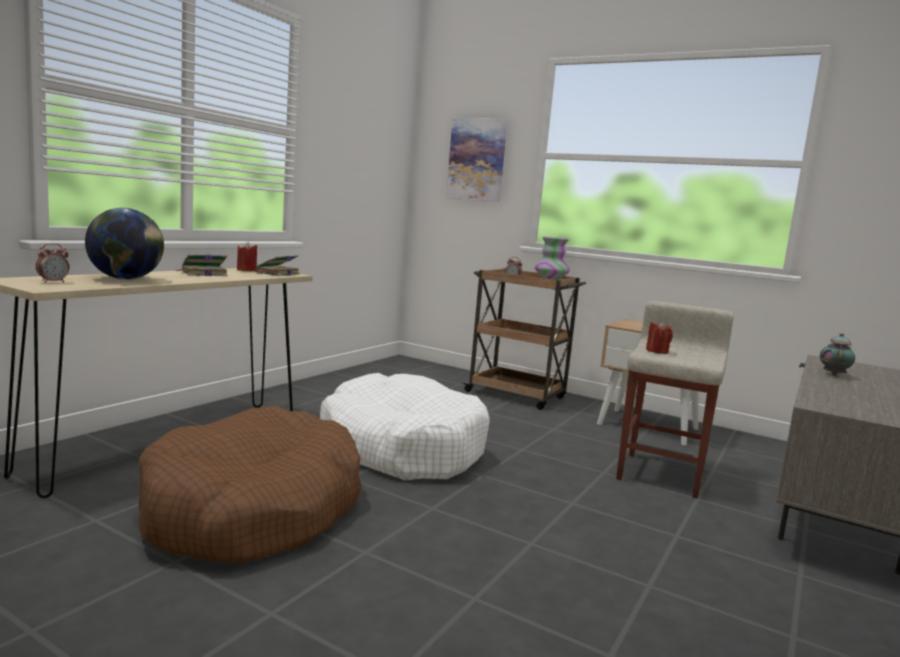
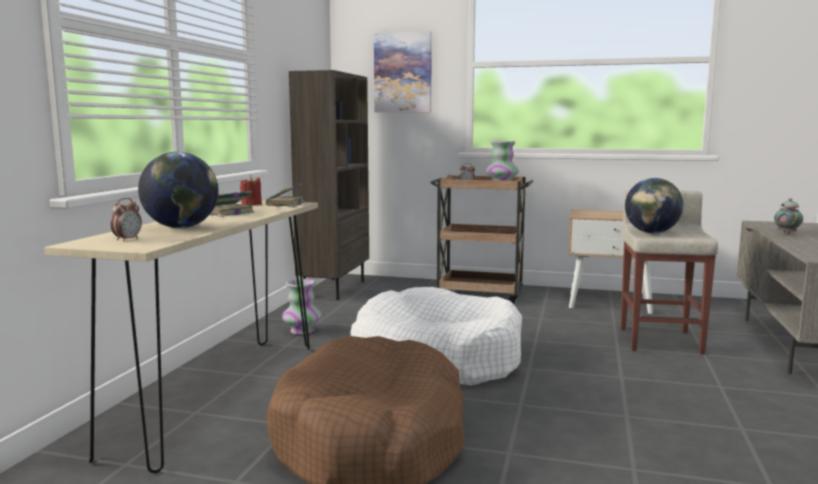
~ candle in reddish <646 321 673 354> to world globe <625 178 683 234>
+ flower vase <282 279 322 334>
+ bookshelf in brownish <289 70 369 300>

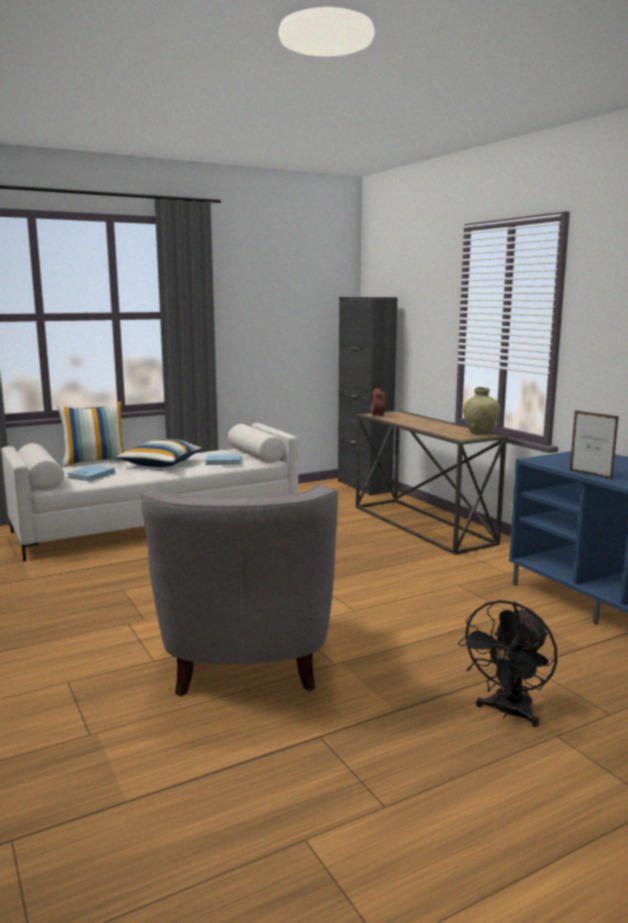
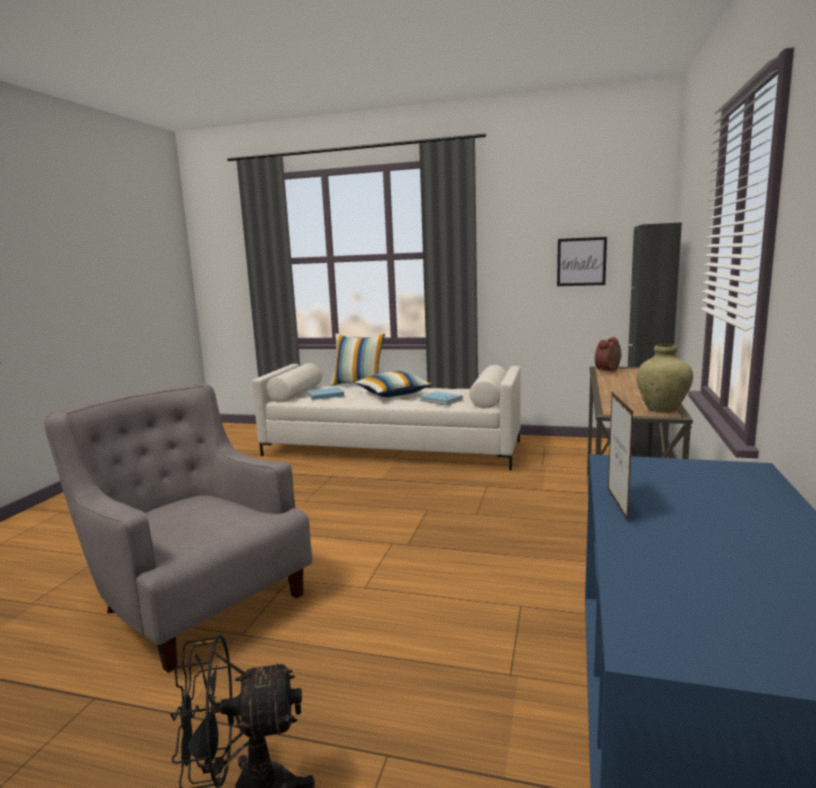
~ easy chair in greyish <141 484 338 696> = <44 383 312 673> 90 degrees clockwise
+ wall art <557 237 607 286>

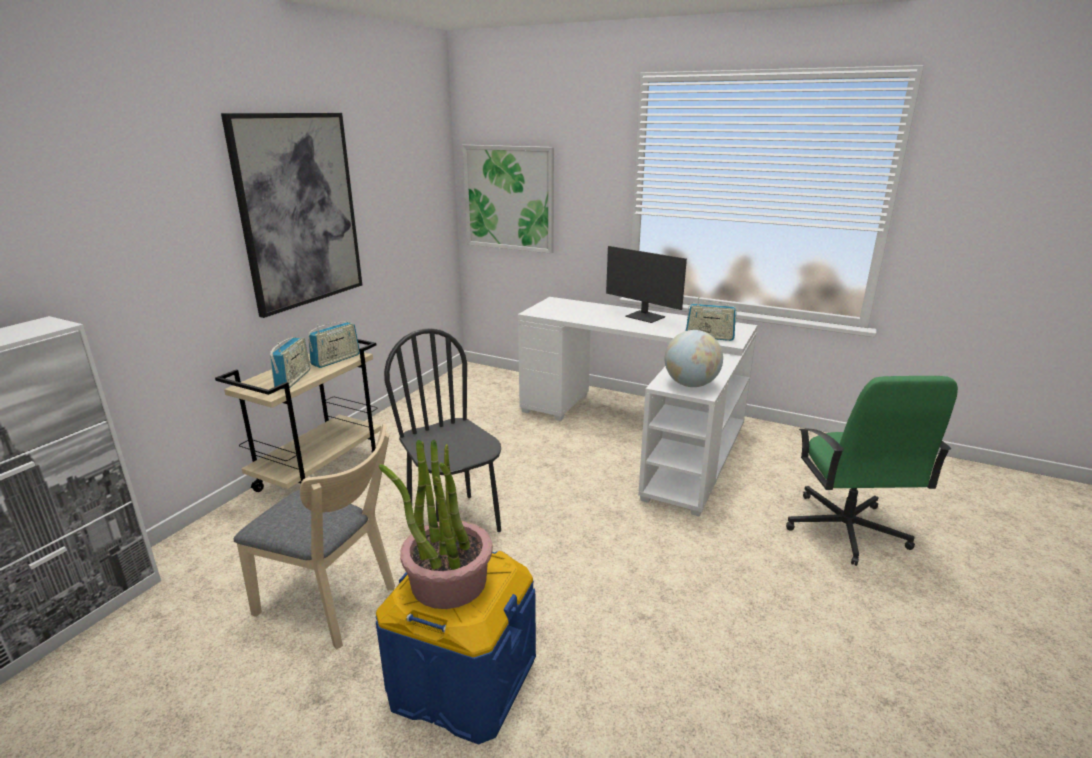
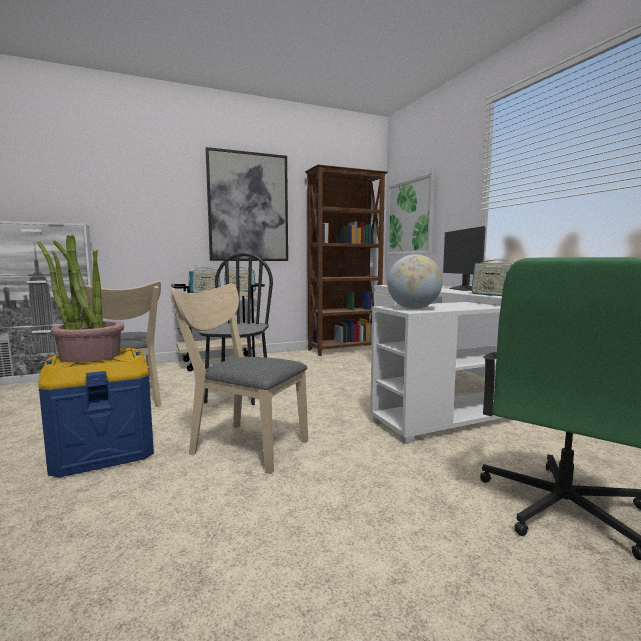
+ upright chair in beige <170 283 308 474>
+ bookshelf in brownish <305 164 388 356>

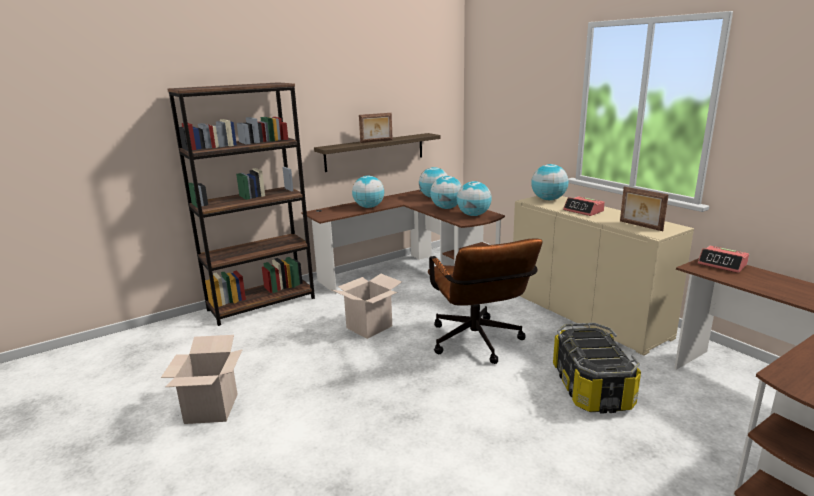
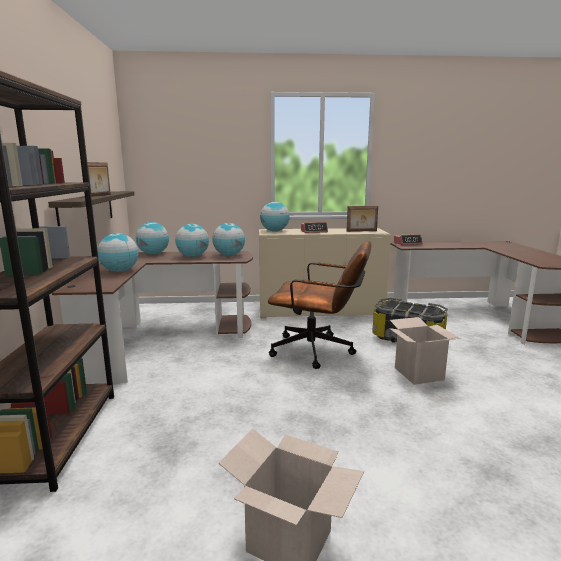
~ packing box <332 274 402 339> to <389 317 461 385>

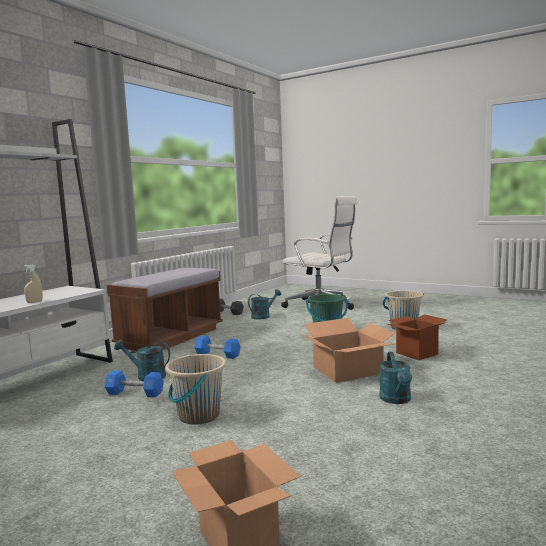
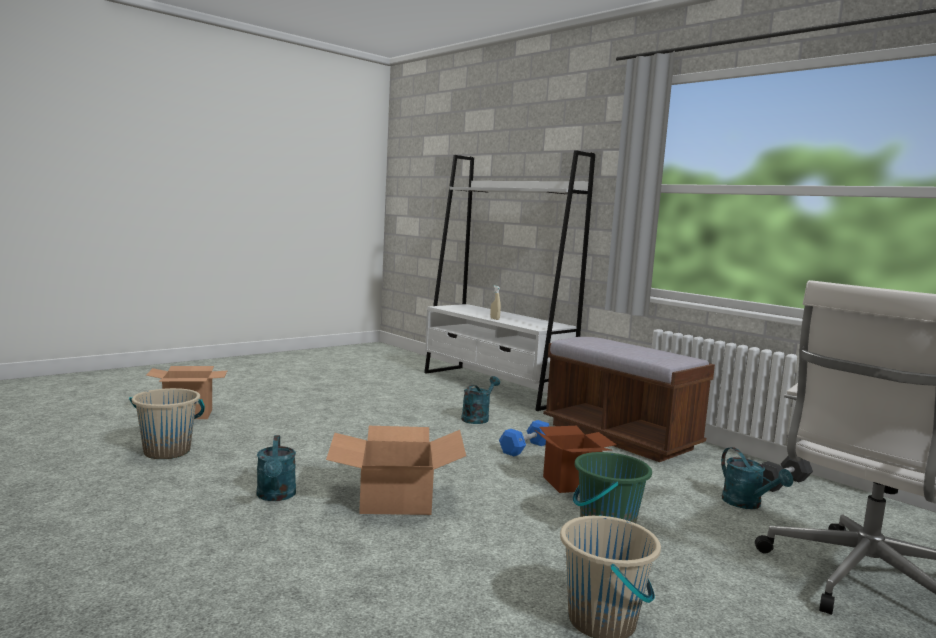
- dumbbell in blue <104 370 164 397>
~ water bucket in beige <165 354 226 425> to <129 388 205 459>
~ sprinkling can in turquoise-coloured <379 352 412 404> = <257 435 296 501> 120 degrees counterclockwise
~ packing box <387 314 447 360> to <535 426 617 493>

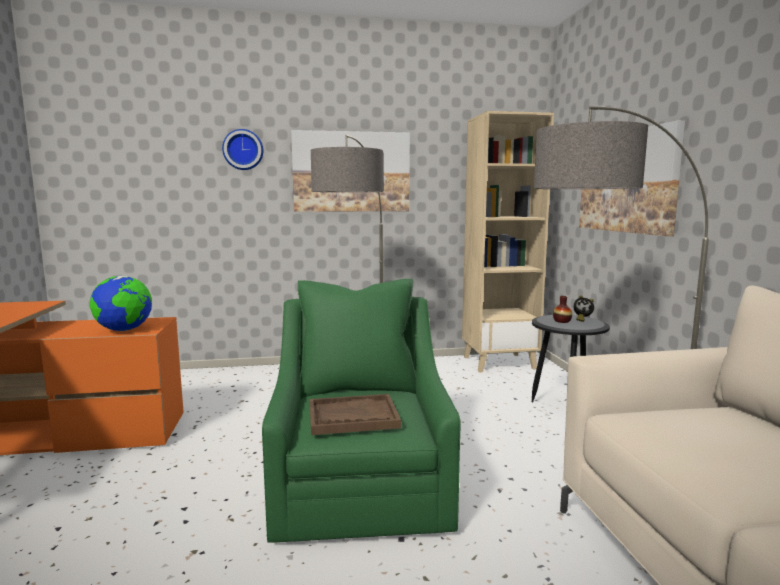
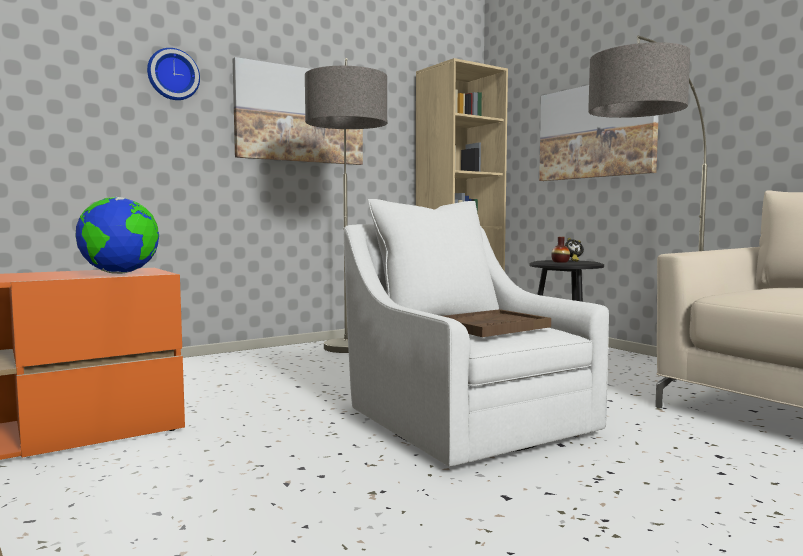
~ easy chair in green-coloured <262 279 460 543> to easy chair in whitish <343 199 609 467>

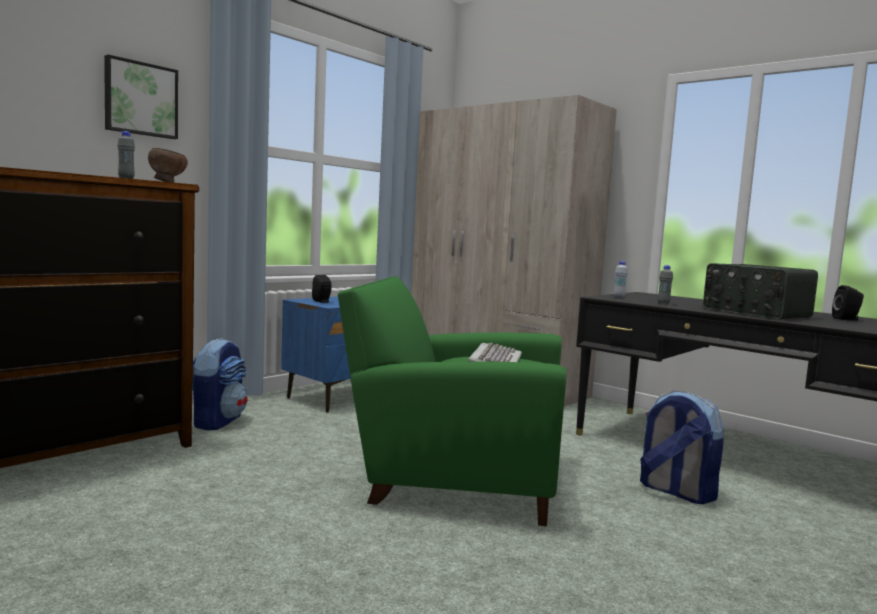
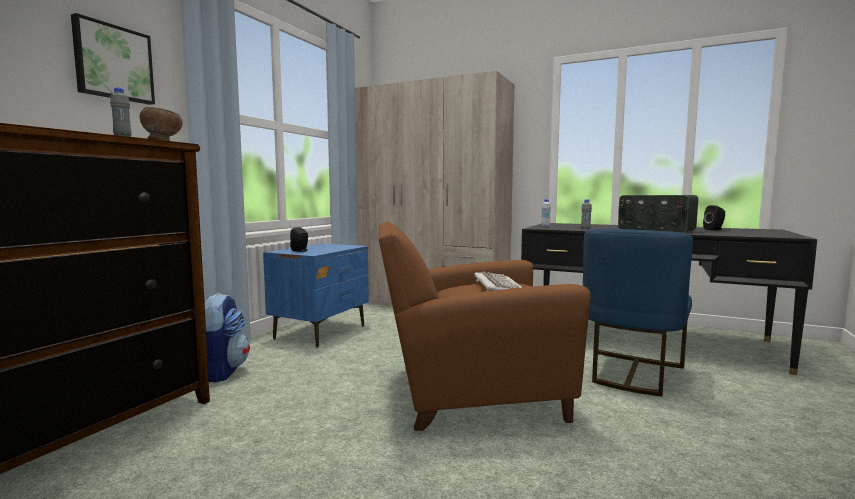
~ easy chair in green-coloured <338 276 566 526> to easy chair in brownish <379 222 591 431>
~ knapsack <640 391 723 504> to upright chair in blue <583 229 693 397>

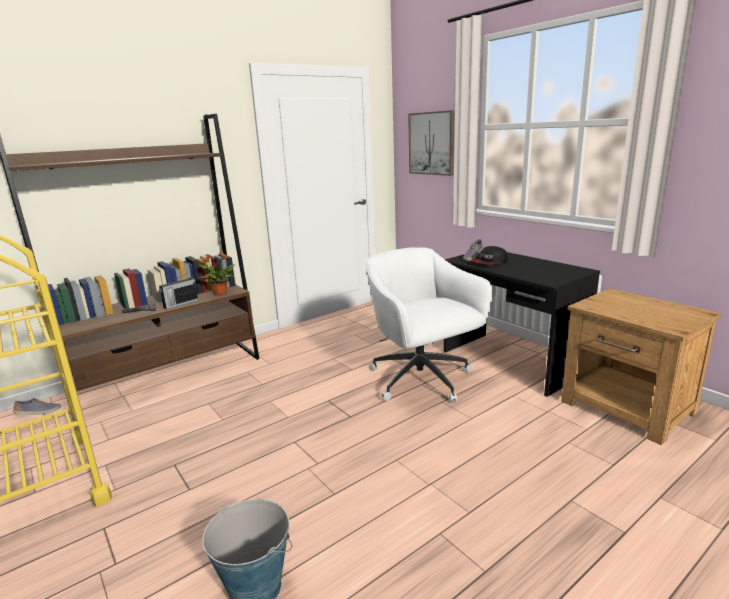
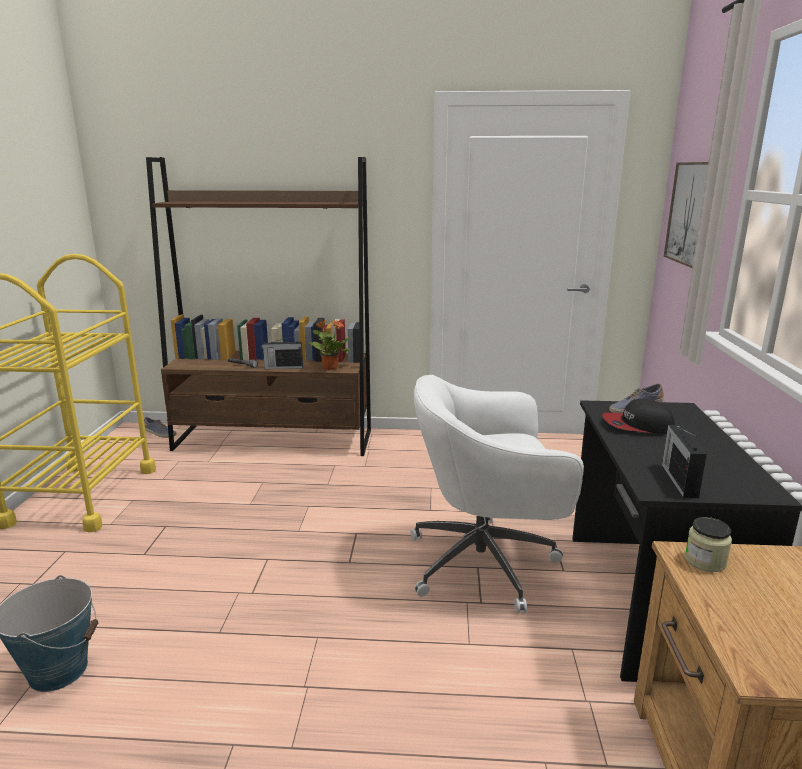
~ computer chair in whitish <365 247 492 402> = <410 375 584 613> 105 degrees counterclockwise
+ radio receiver <662 425 707 498>
+ storage jar <685 517 732 572>

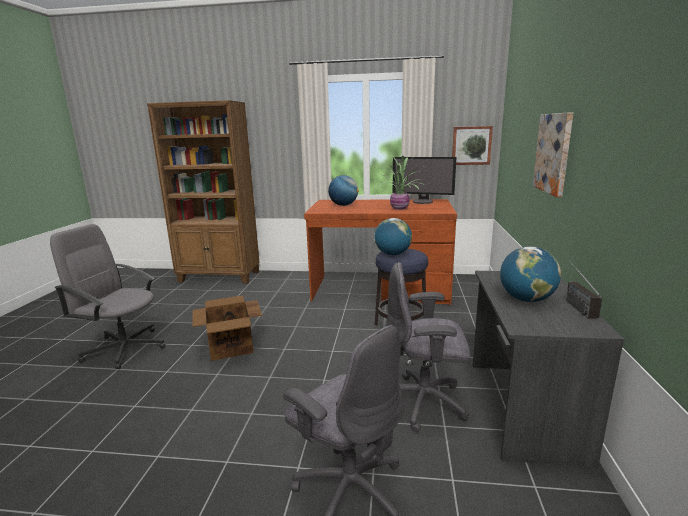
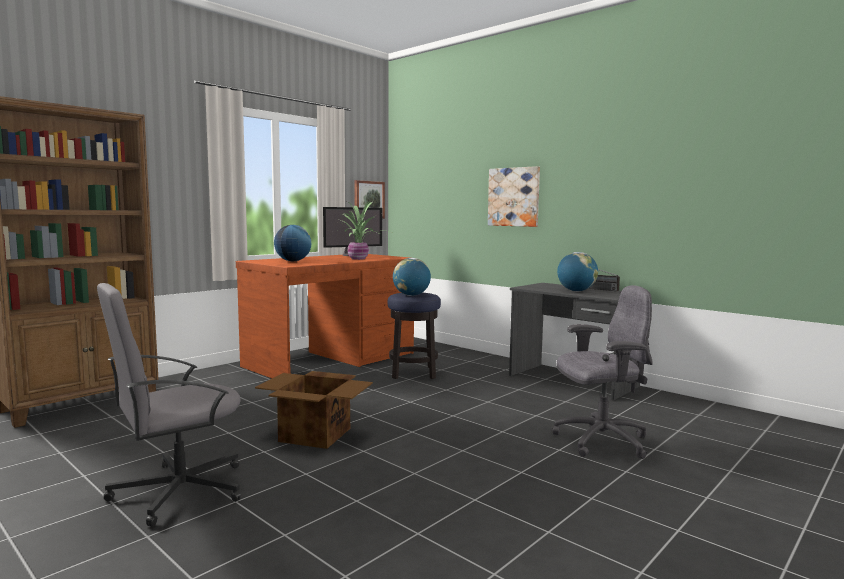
- computer chair in greyish <387 262 470 433>

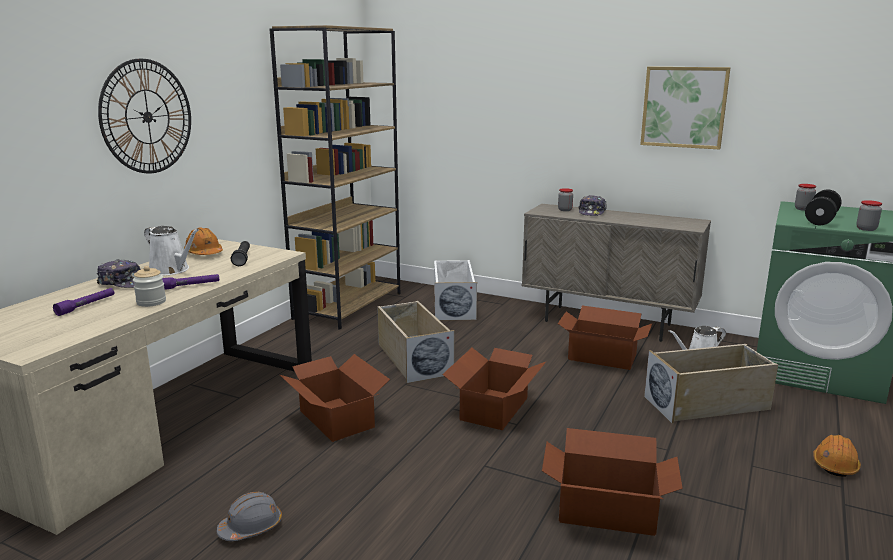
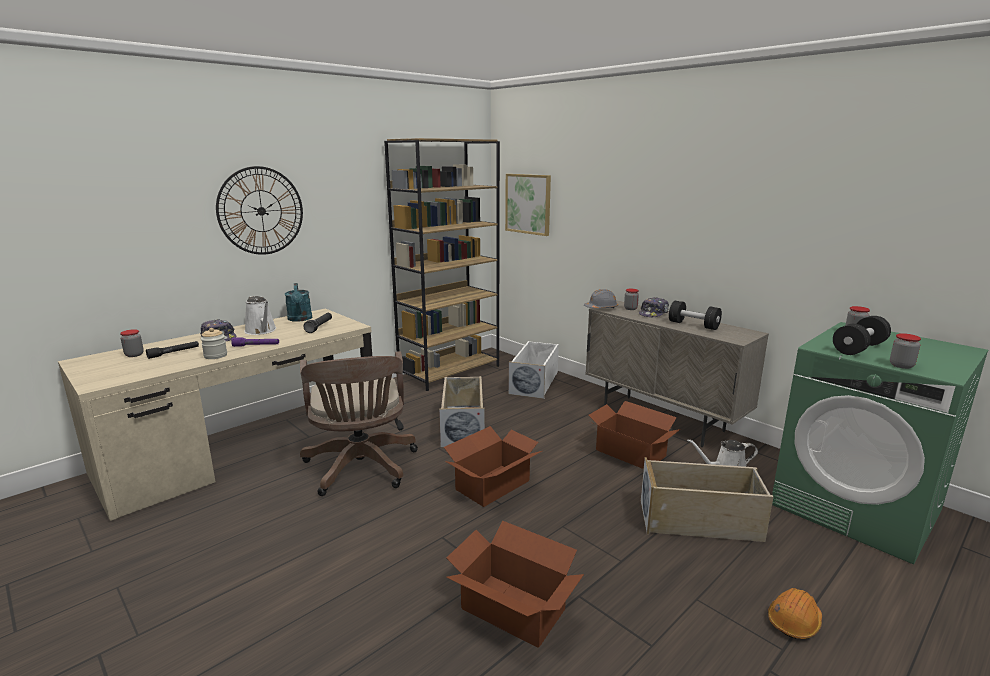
~ flashlight in purplish <53 288 114 316> to flashlight in blackish <146 341 199 359>
~ work helmet in orange-coloured <184 228 223 255> to sprinkling can in turquoise-coloured <285 283 312 322>
~ work helmet in greyish <217 492 282 541> to <584 289 618 308>
~ packing box <280 354 390 442> to computer chair in brownish <300 351 418 496>
~ wall art <640 67 731 150> to <505 174 551 236>
+ storage jar <120 329 144 357>
+ dumbbell in blackish <669 301 722 330>

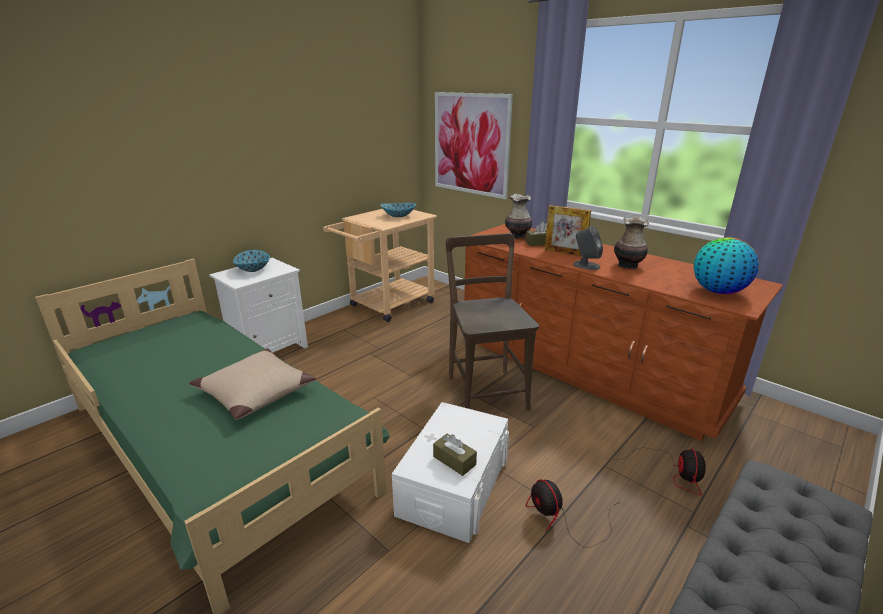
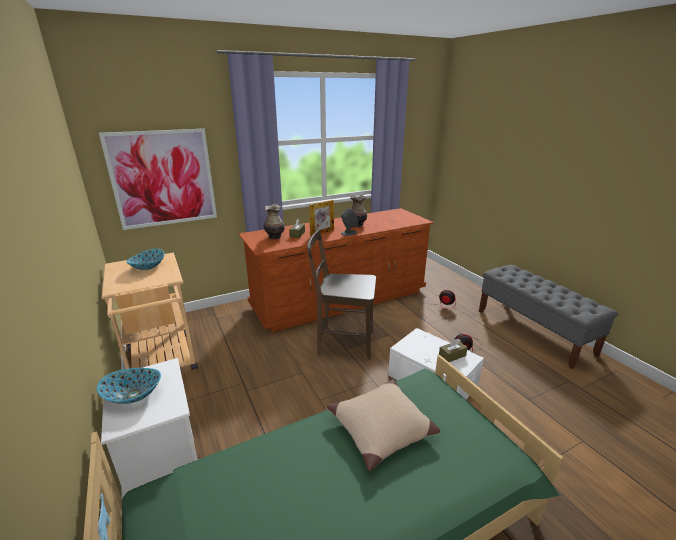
- world globe <694 237 759 294>

